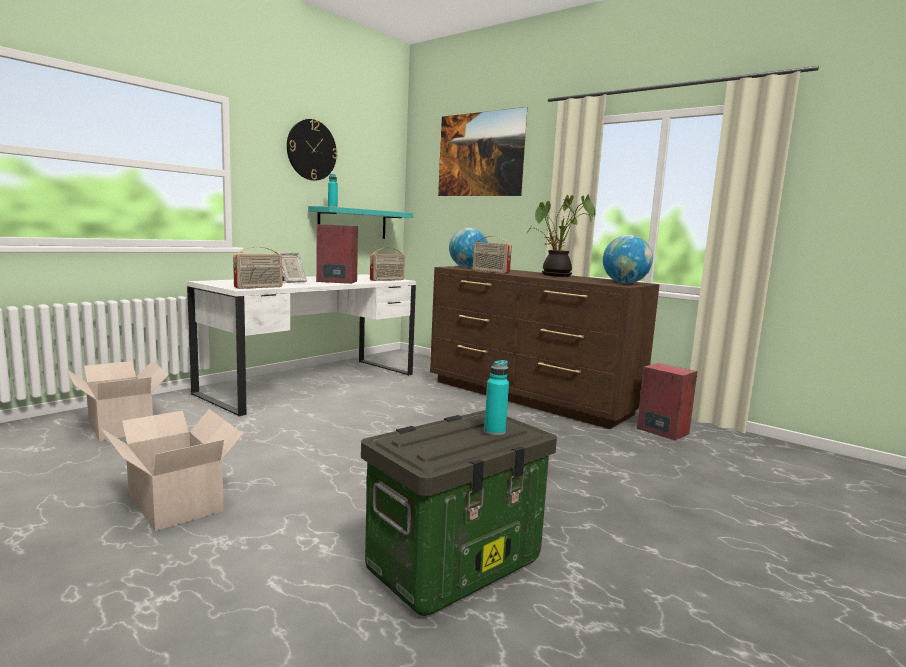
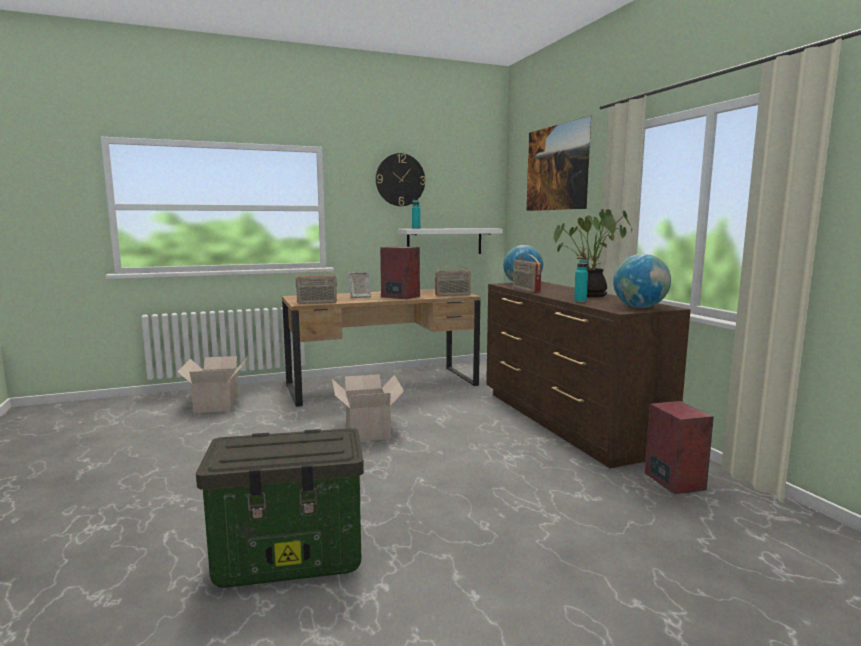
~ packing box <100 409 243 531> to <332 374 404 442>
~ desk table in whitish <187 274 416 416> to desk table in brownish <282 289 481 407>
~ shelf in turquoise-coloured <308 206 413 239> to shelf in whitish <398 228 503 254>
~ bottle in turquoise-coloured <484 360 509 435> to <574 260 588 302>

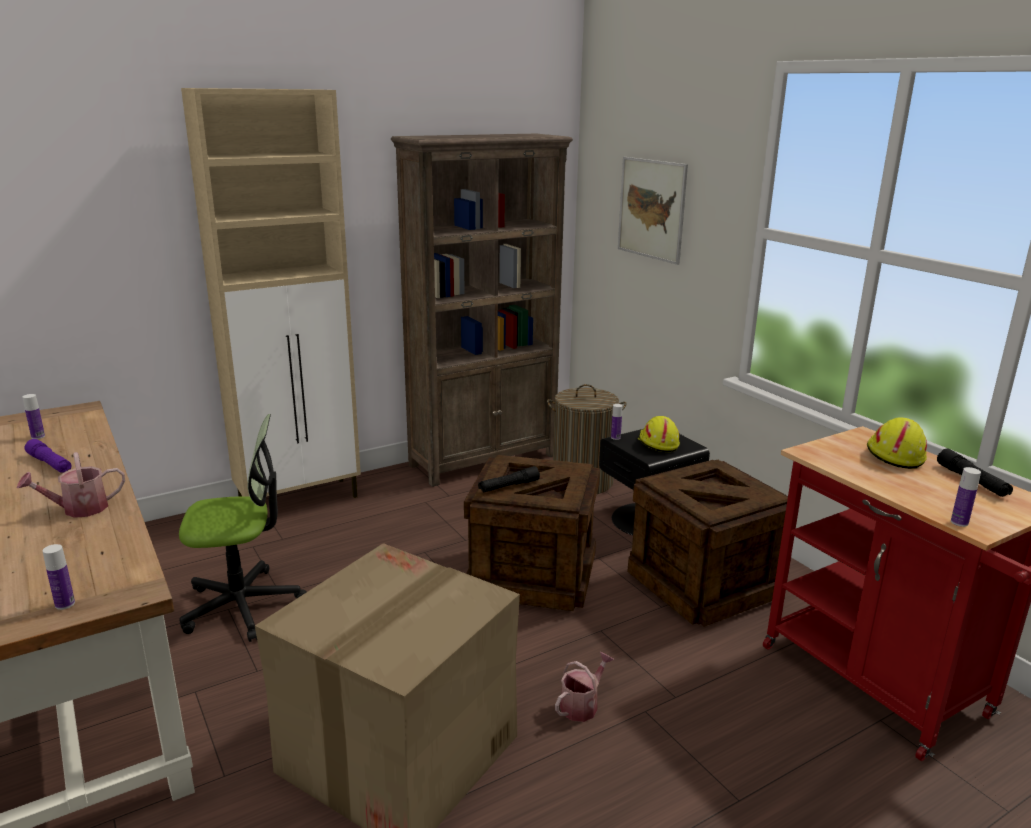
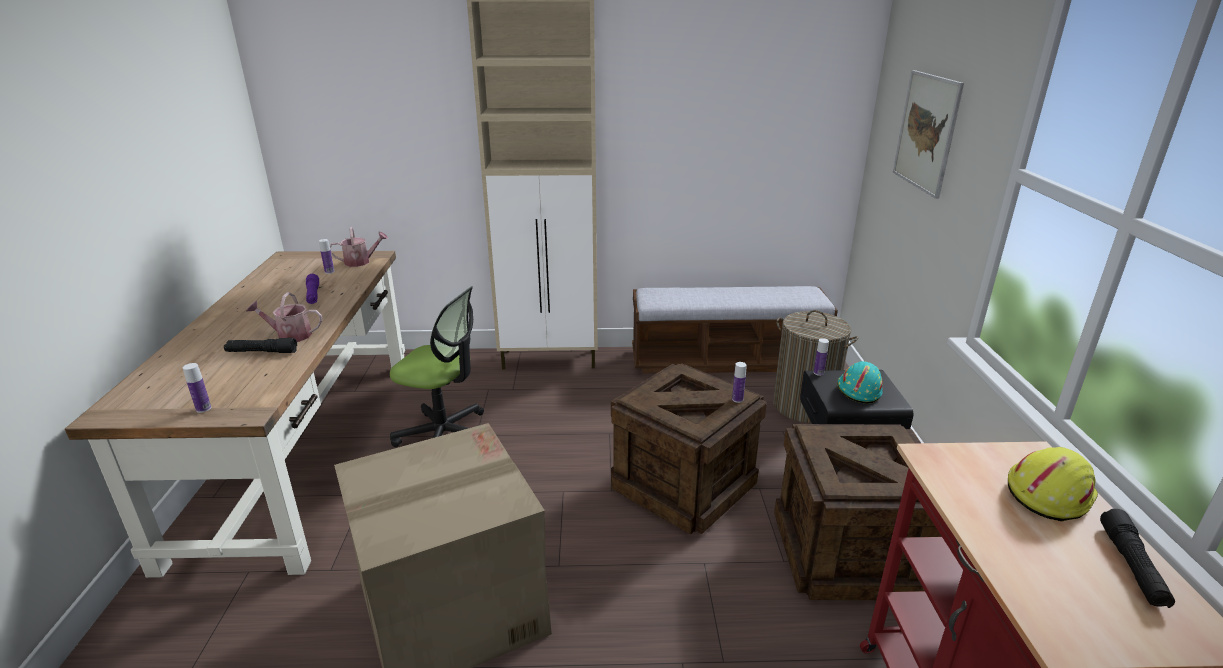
~ bookshelf in brownish <391 134 573 487> to bench <632 286 838 374>
~ flashlight in blackish <478 466 540 492> to <224 338 297 353>
~ sprinkling can <555 652 614 722> to <330 227 388 267>
~ work helmet in yellowish <638 416 680 452> to work helmet in turquoise-coloured <837 361 883 404>
~ bottle <951 467 981 527> to <732 362 747 403>

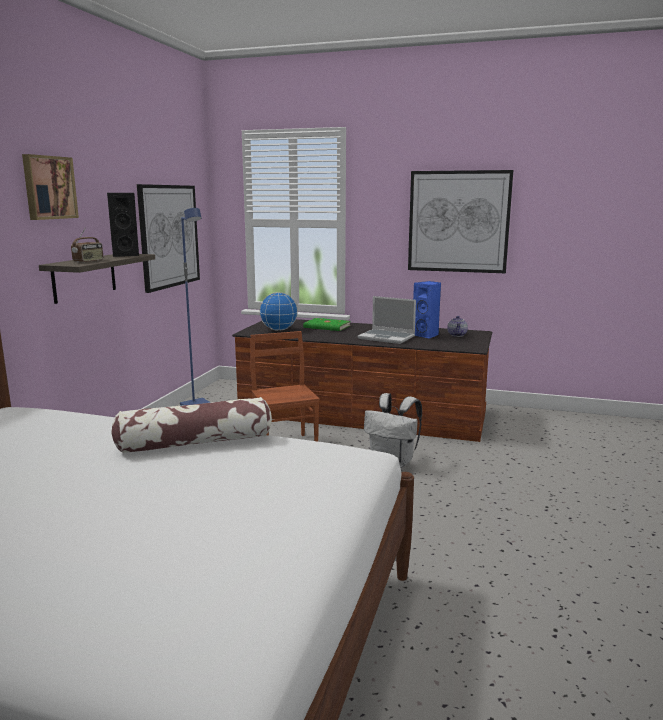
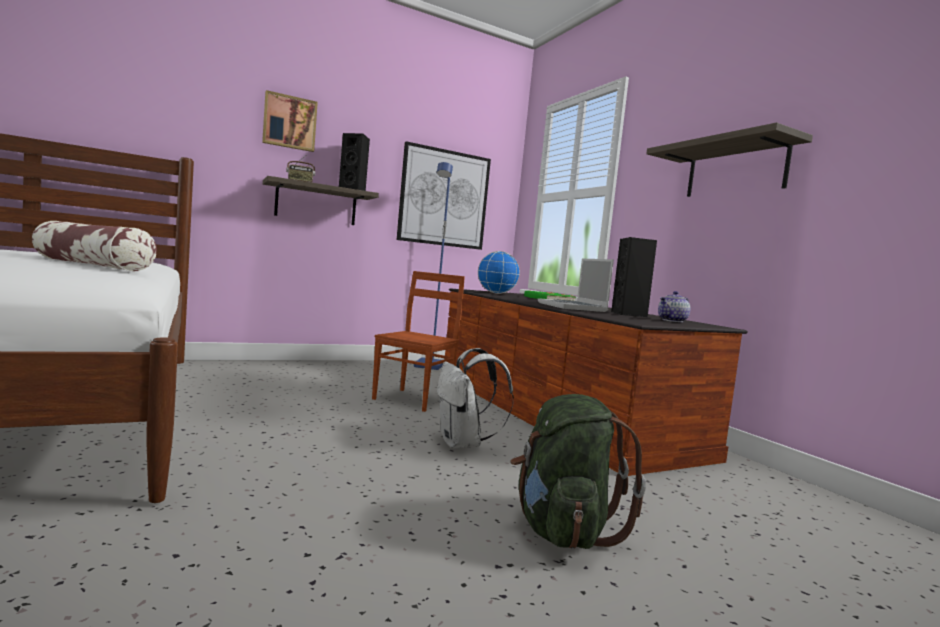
~ wall art <408 170 513 273> to shelf <646 123 813 197>
~ loudspeaker in blue <413 281 441 339> to loudspeaker in blackish <611 237 657 317>
+ knapsack in green-coloured <510 394 646 549>

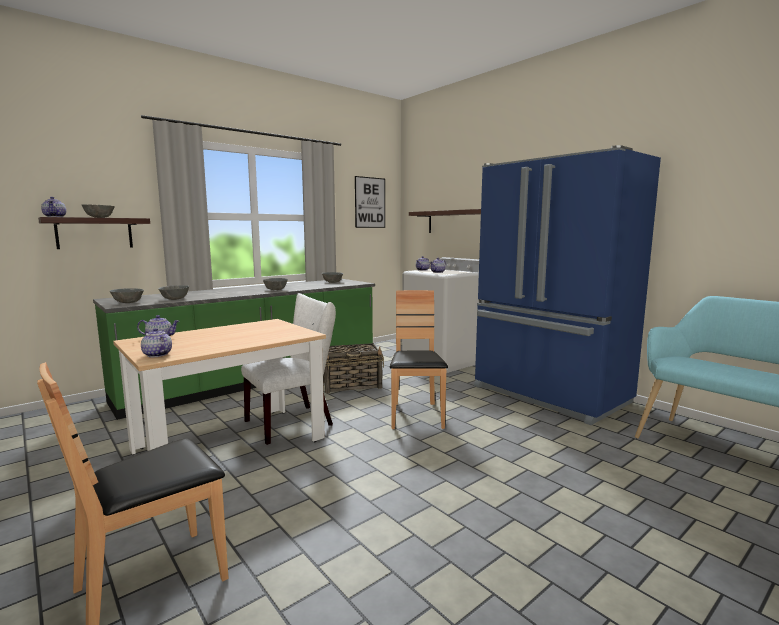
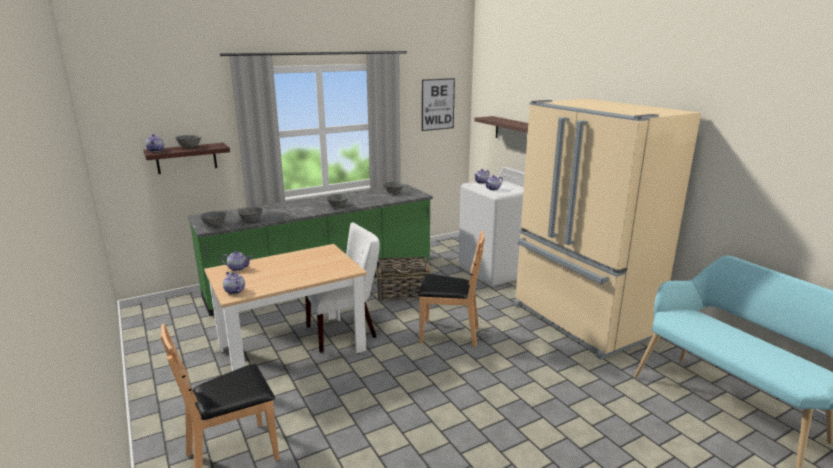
~ upright chair in brownish <390 290 448 429> = <418 230 485 347> 90 degrees clockwise
~ fridge in blue <474 145 661 425> to fridge in beige <514 99 701 360>

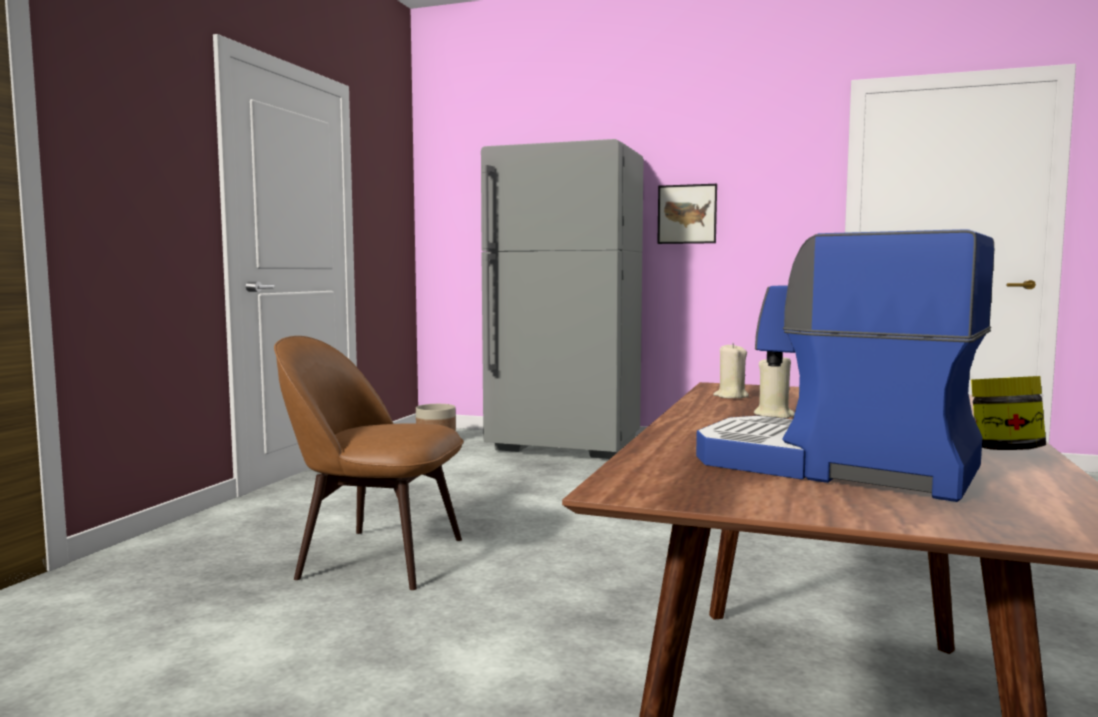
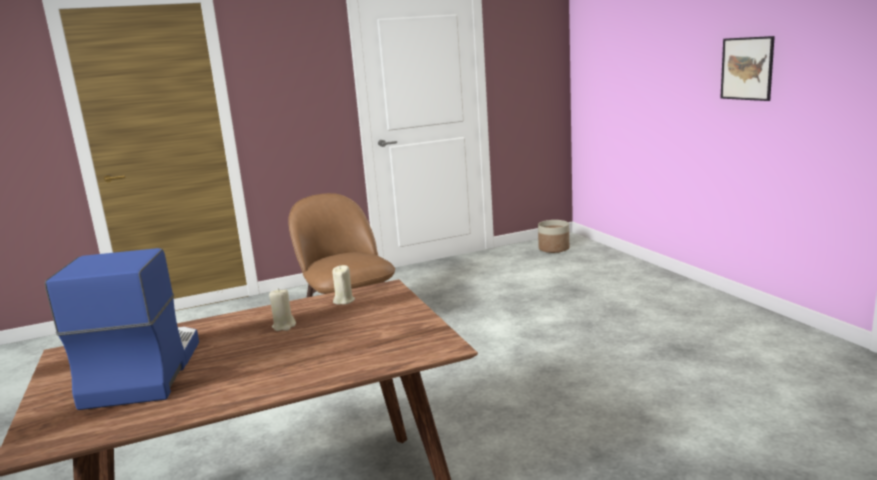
- fridge in greyish <481 139 644 459>
- storage jar <971 376 1046 450>

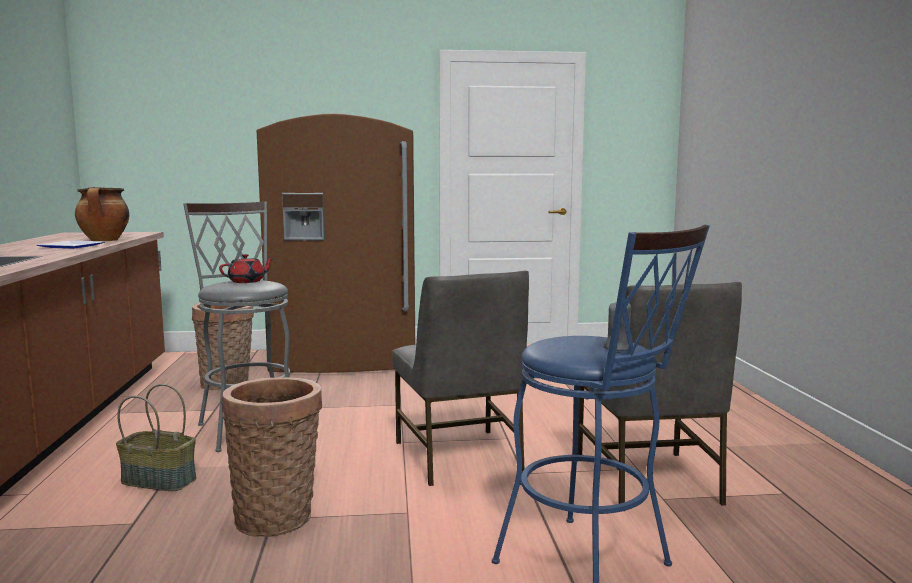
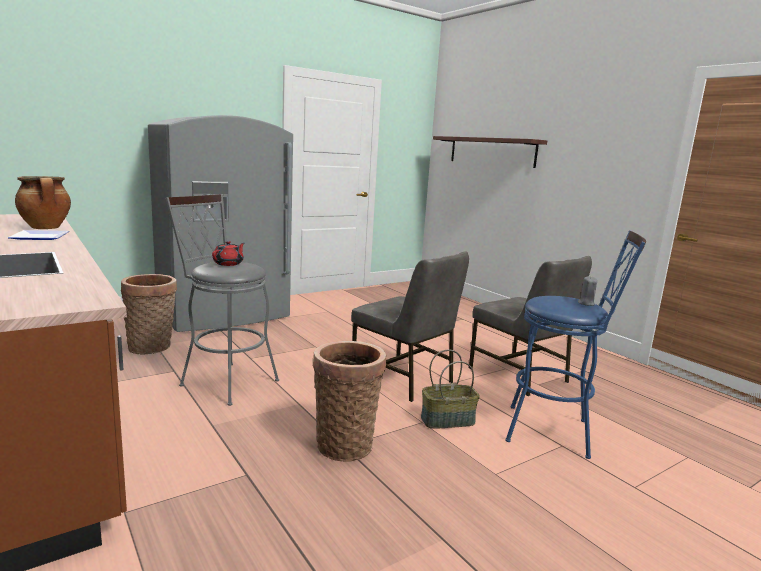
~ storage basket <116 384 196 491> to <421 350 480 429>
~ fridge in brownish <257 113 415 373> to fridge in greyish <148 115 293 332>
+ shelf <433 136 547 168>

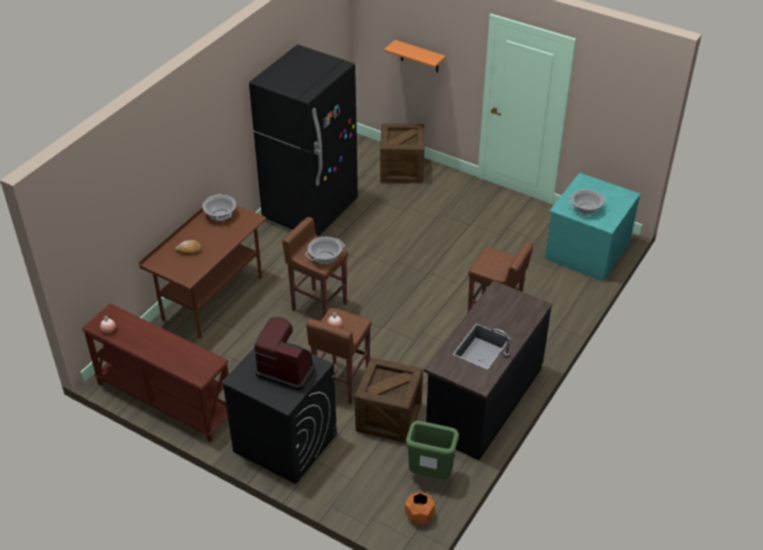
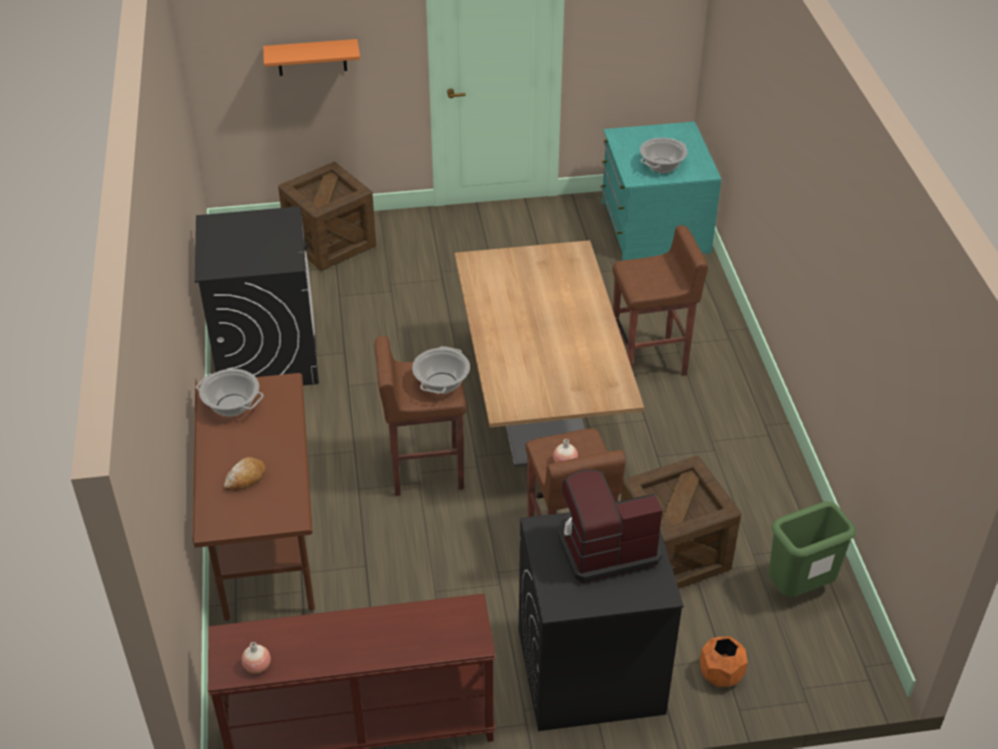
~ fridge in blackish <249 45 358 236> to laundry machine in blackish <195 206 319 385>
~ planter in orange-coloured <405 491 435 525> to <700 636 748 687>
- counter in blackish <424 280 552 460>
+ dinner table in brownish <455 240 644 467>

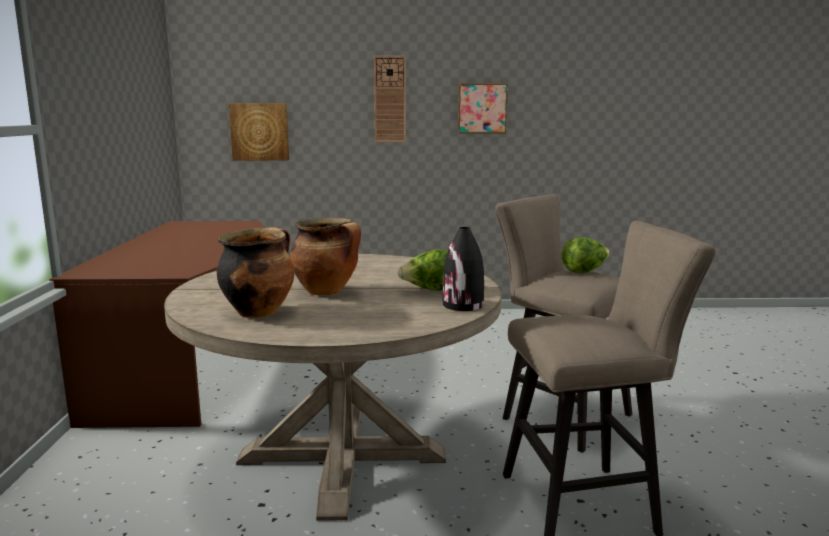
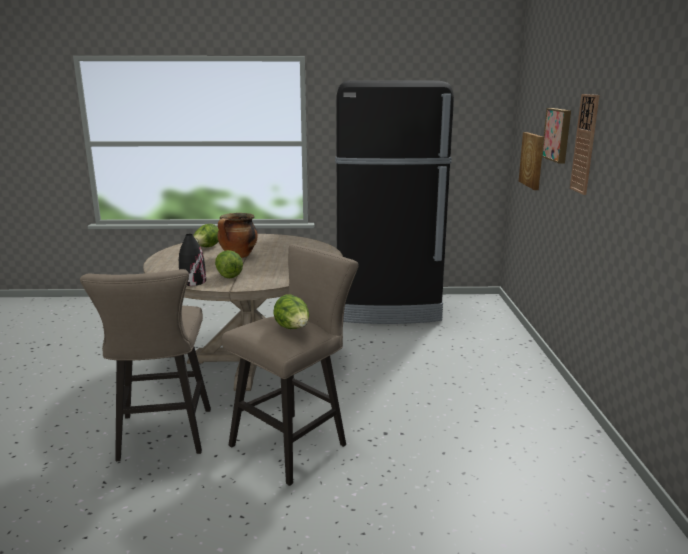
~ desk table in brownish <49 221 265 428> to fridge in blackish <335 80 454 324>
~ cooking pot <217 227 294 318> to lettuce head <193 224 219 247>
~ wall art <458 83 508 134> to <541 108 571 164>

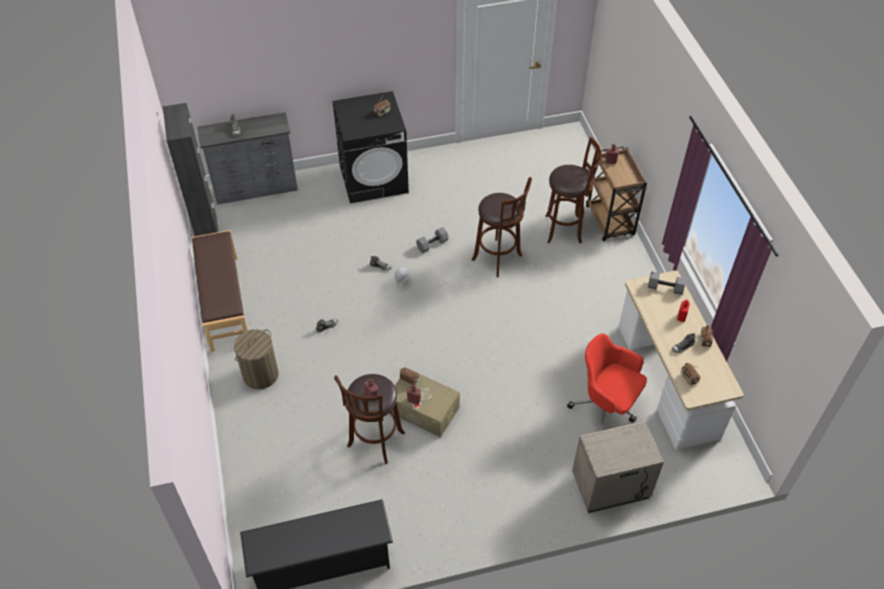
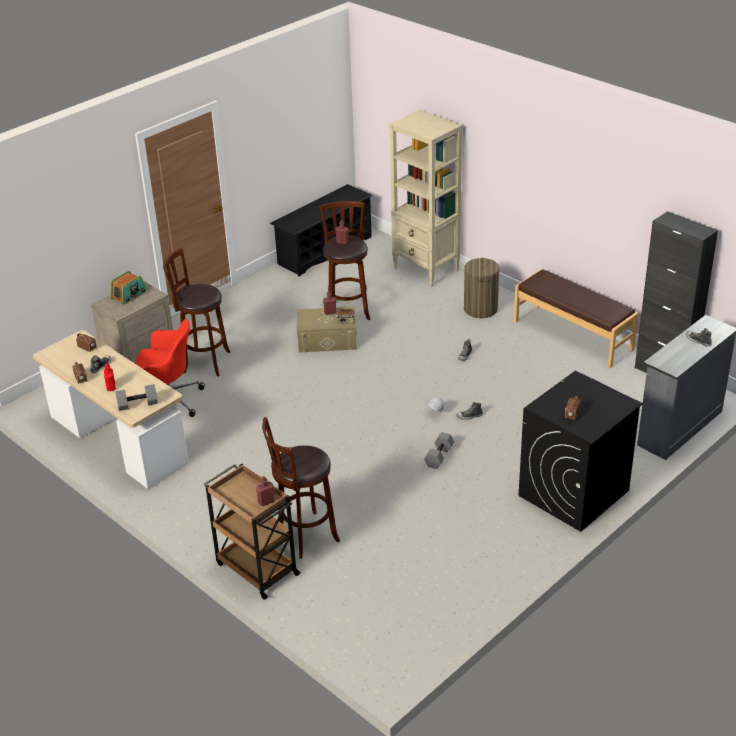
~ stool seat in brownish <472 177 532 277> to <163 248 230 376>
+ radio receiver <111 271 147 305>
+ bookshelf in beige <389 110 462 286>

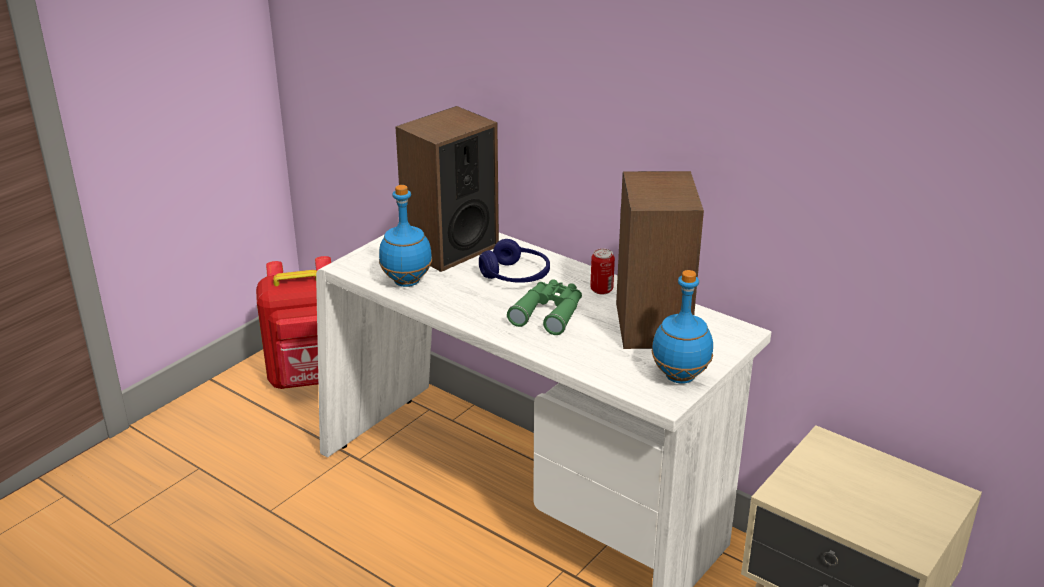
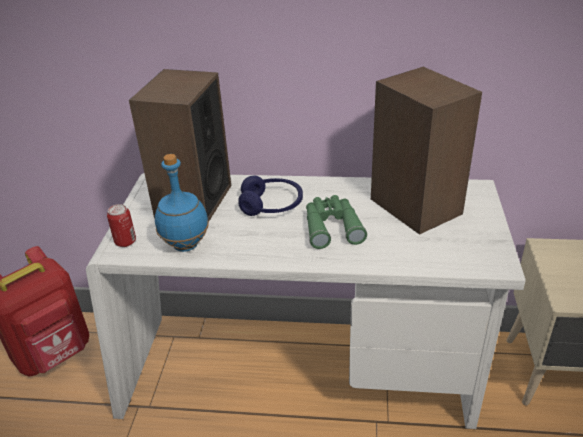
~ sealed can <590 249 615 294> to <107 204 136 247>
- bottle in blue <652 270 713 383>

